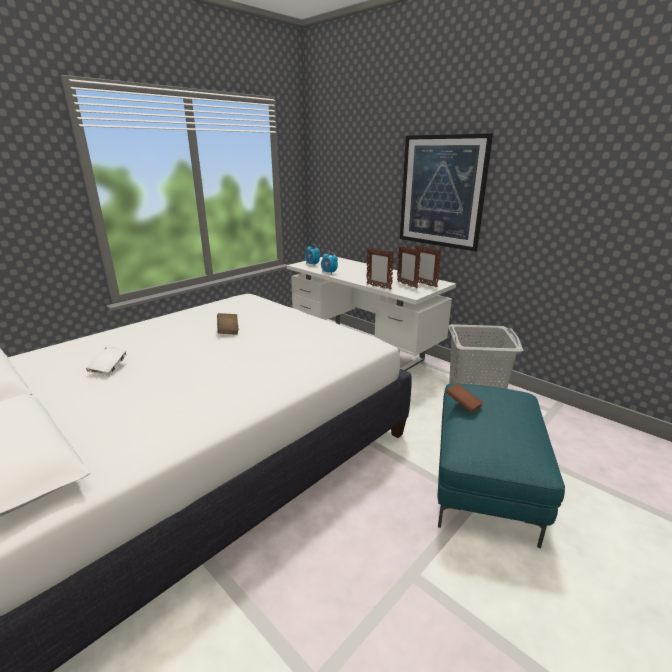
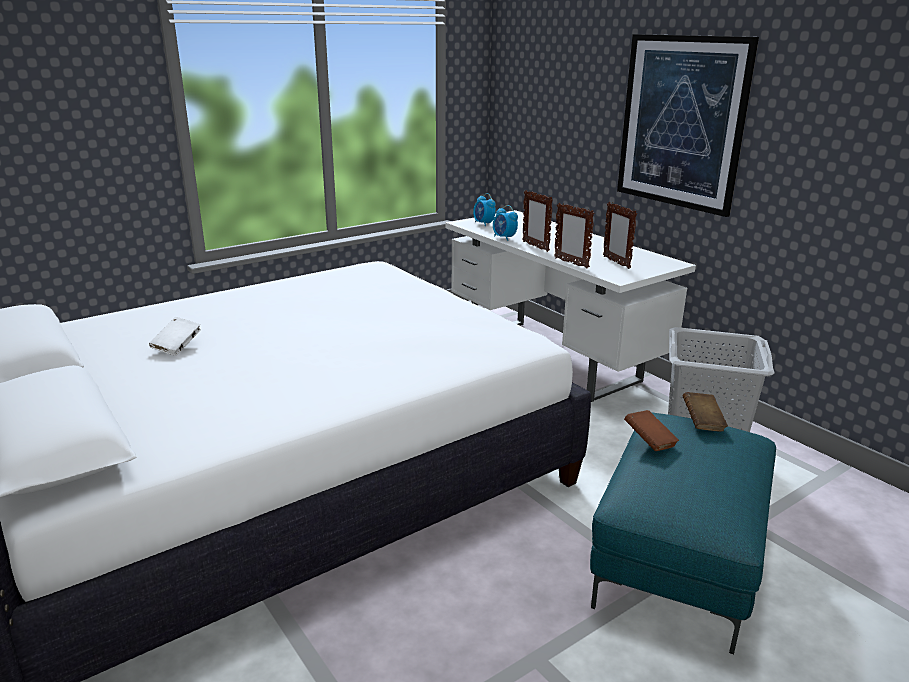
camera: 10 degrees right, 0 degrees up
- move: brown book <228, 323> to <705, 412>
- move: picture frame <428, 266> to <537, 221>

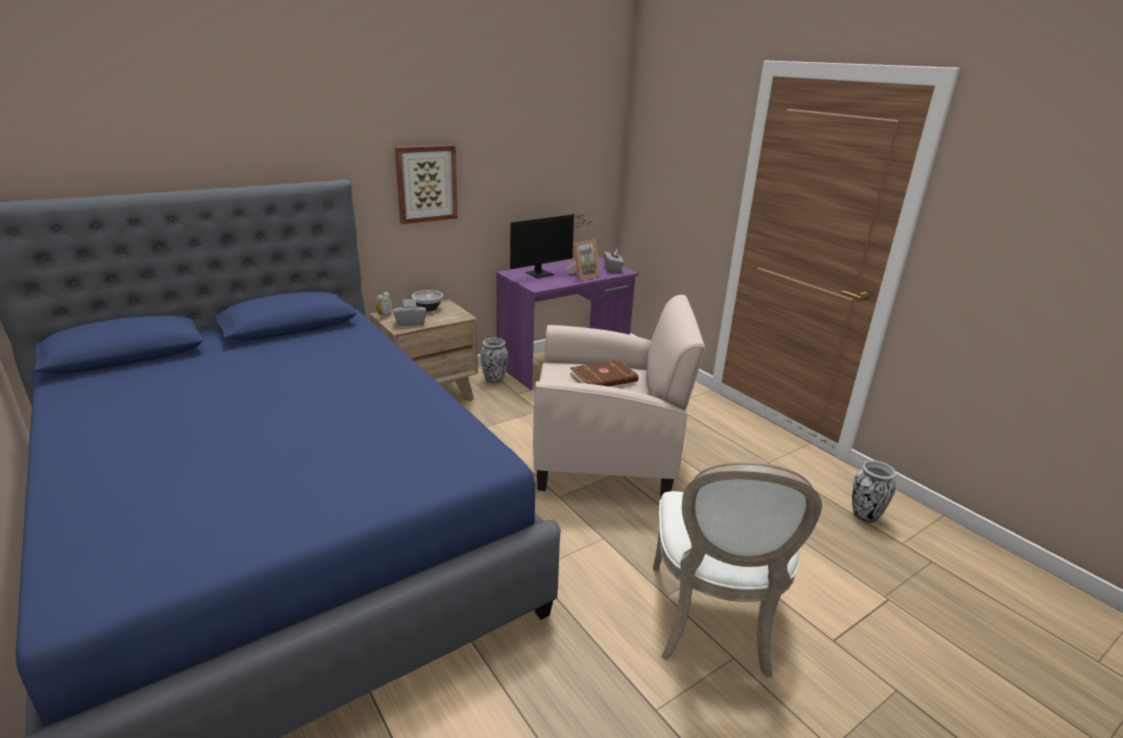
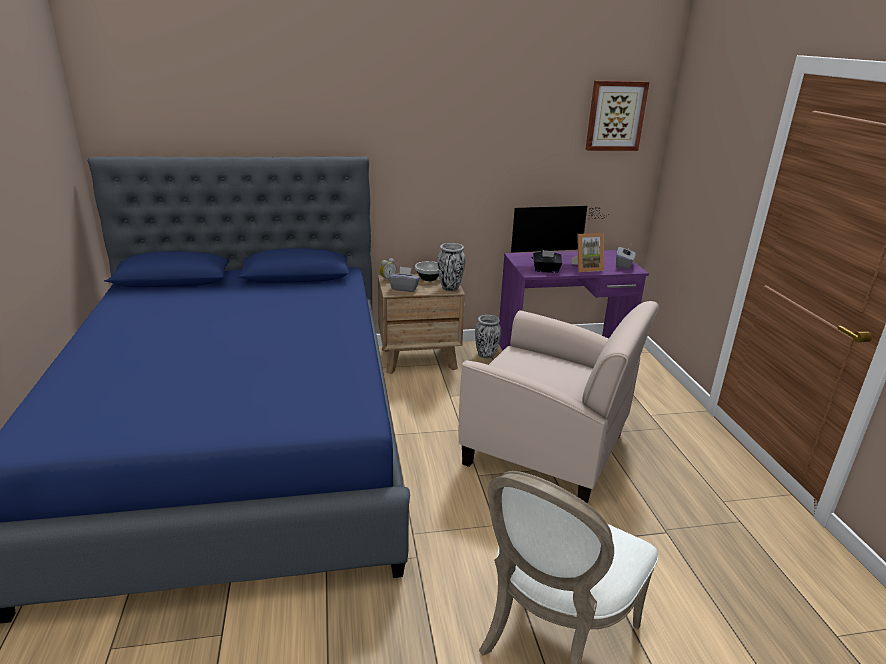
camera: 25 degrees right, 0 degrees up
- move: picture <426, 184> to <617, 116>
- delete: brown book <604, 372>
- move: vase <874, 491> to <451, 267>
- insert: black tissue box <547, 261>

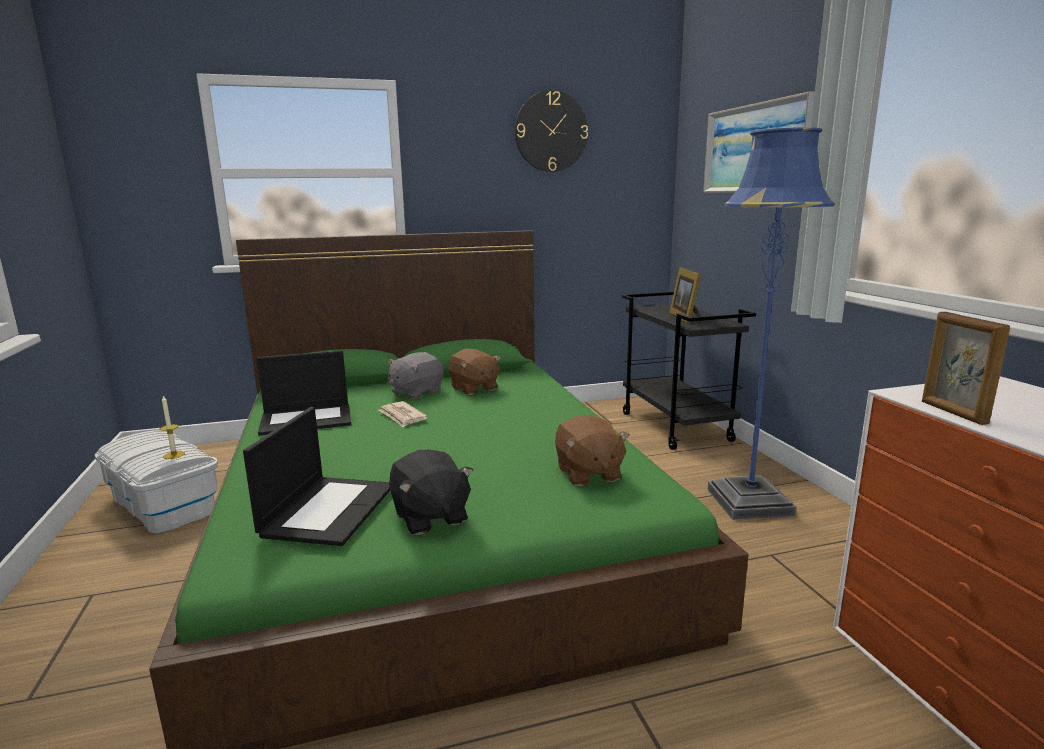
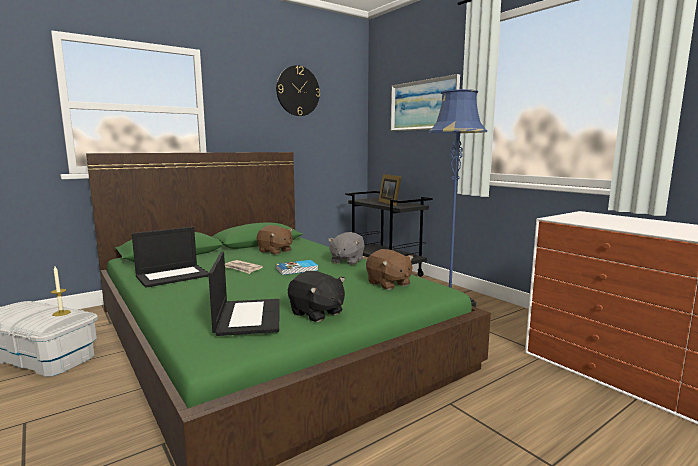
camera: 20 degrees left, 5 degrees down
- move: grey plush toy <415, 375> to <346, 248>
- delete: picture frame <966, 368>
- insert: book <297, 267>

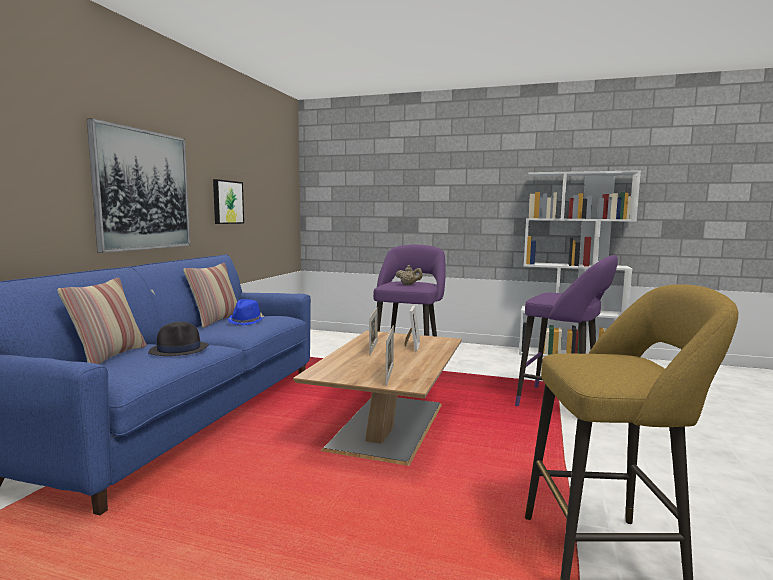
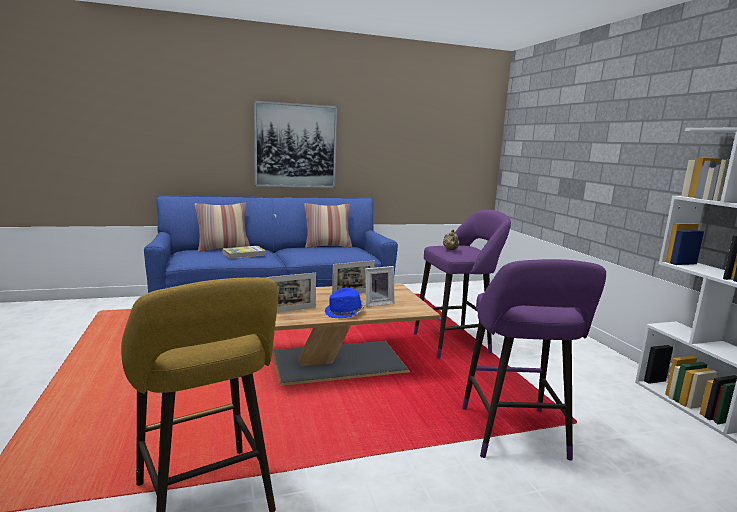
camera: 55 degrees right, 5 degrees up
- replace: black hat <178, 339> to book <244, 252>
- delete: picture <228, 201>
- move: blue hat <246, 312> to <345, 303>

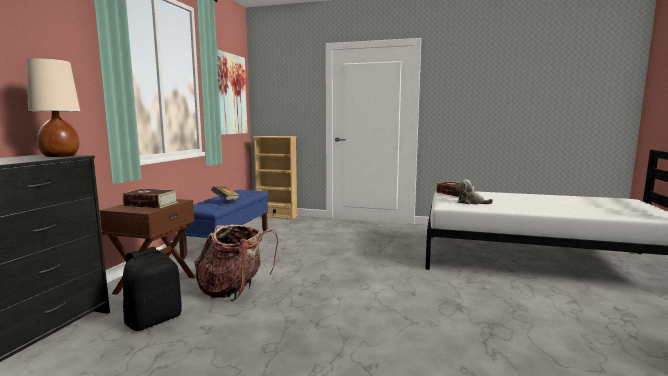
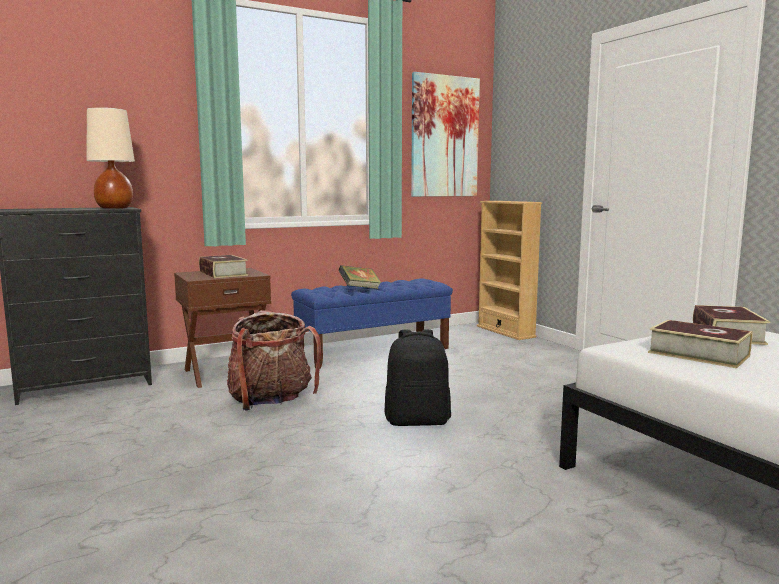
camera: 45 degrees right, 0 degrees up
- move: black backpack <152, 289> to <418, 377>
- replace: plush toy <475, 192> to book <700, 344>

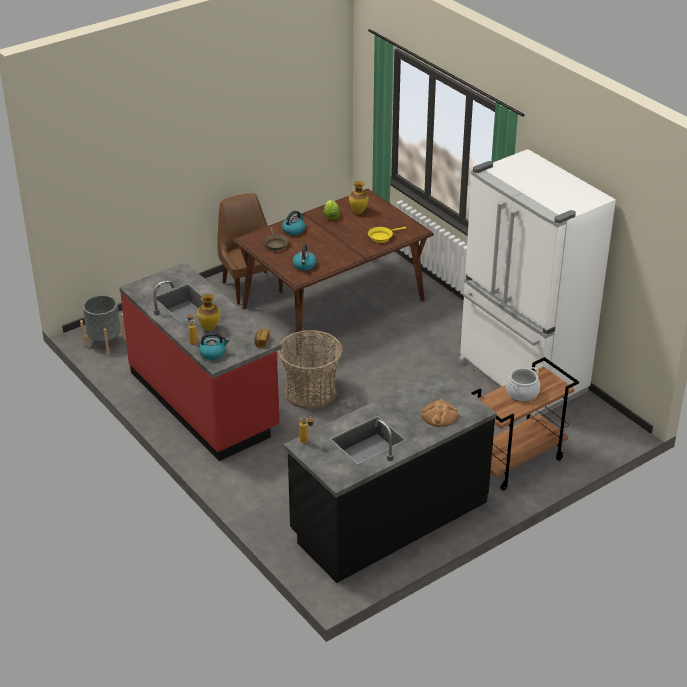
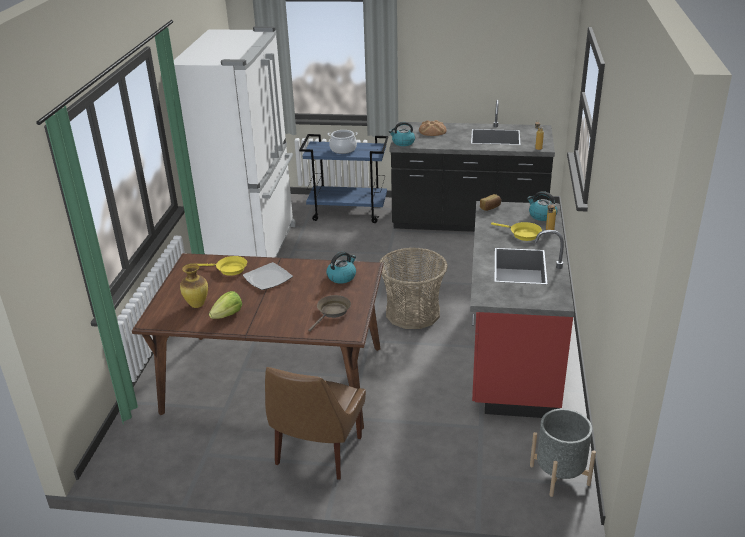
camera: 135 degrees left, 5 degrees down
- replace: vase <208, 312> to yellow frying pan <516, 231>
- move: kettle <293, 223> to <402, 134>
- recolor: brown cart <525, 424> to blue cart <343, 178>
- insert: plate <268, 276>

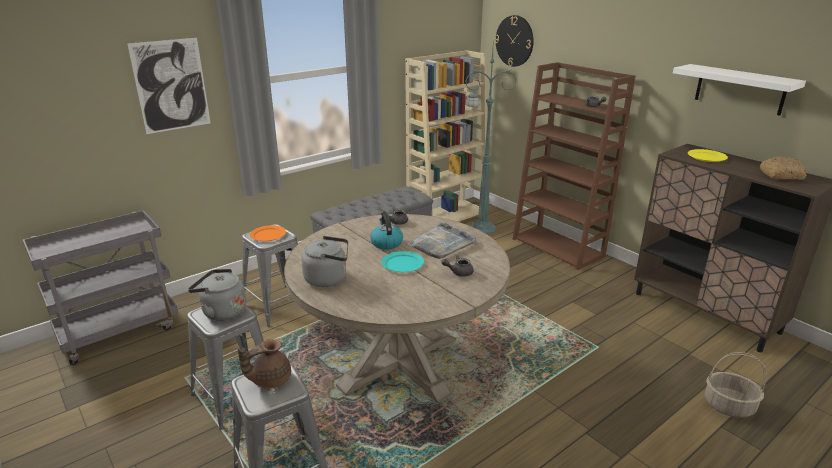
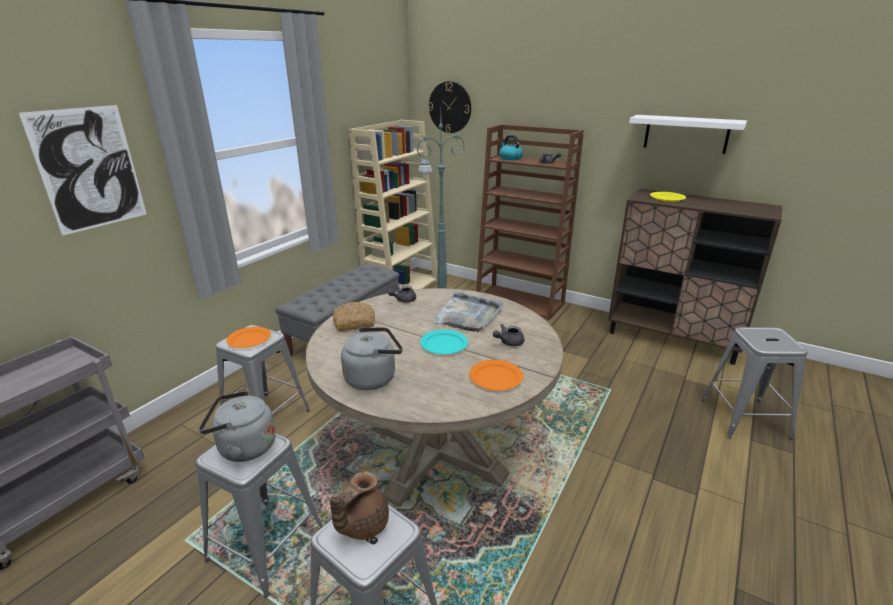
camera: 20 degrees left, 0 degrees up
- move: kettle <386, 232> to <511, 147>
- replace: basket <736, 385> to grey stool <754, 383>
- move: bread <783, 168> to <354, 316>
- insert: orange plate <496, 375>

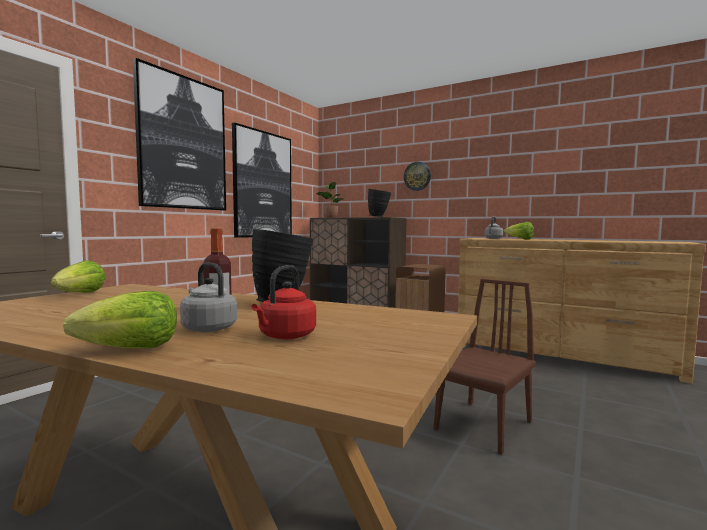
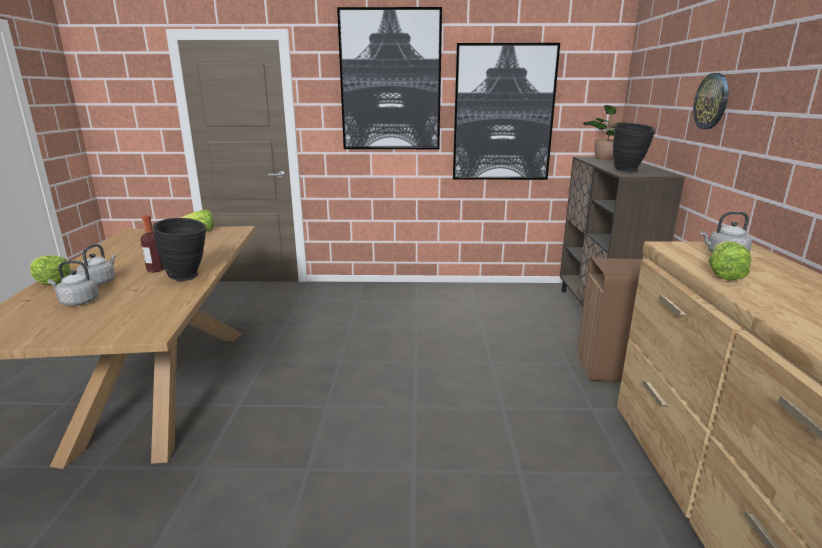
camera: 60 degrees right, 15 degrees up
- recolor: red kettle <284, 302> to grey kettle <73, 283>
- delete: brown chair <484, 367>

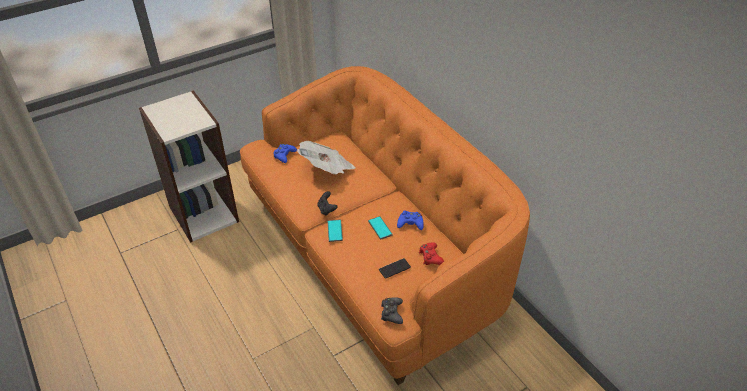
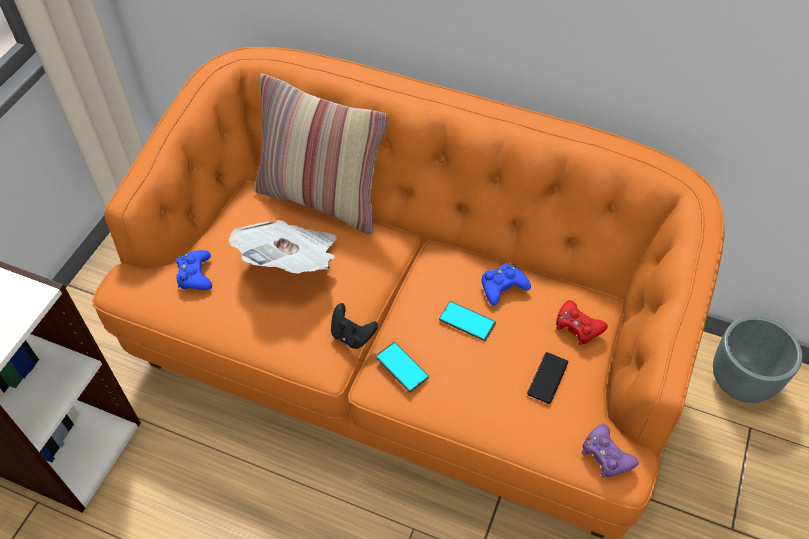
camera: 35 degrees left, 10 degrees up
- recolor: black game controller <392, 310> to purple game controller <610, 451>
- insert: pillow <321, 154>
- insert: grey planter <757, 359>

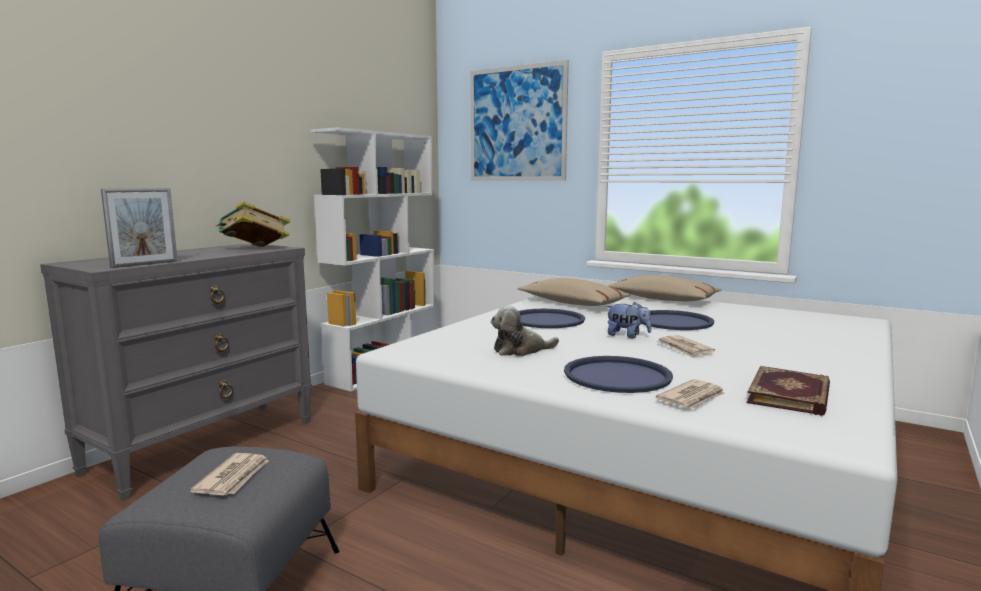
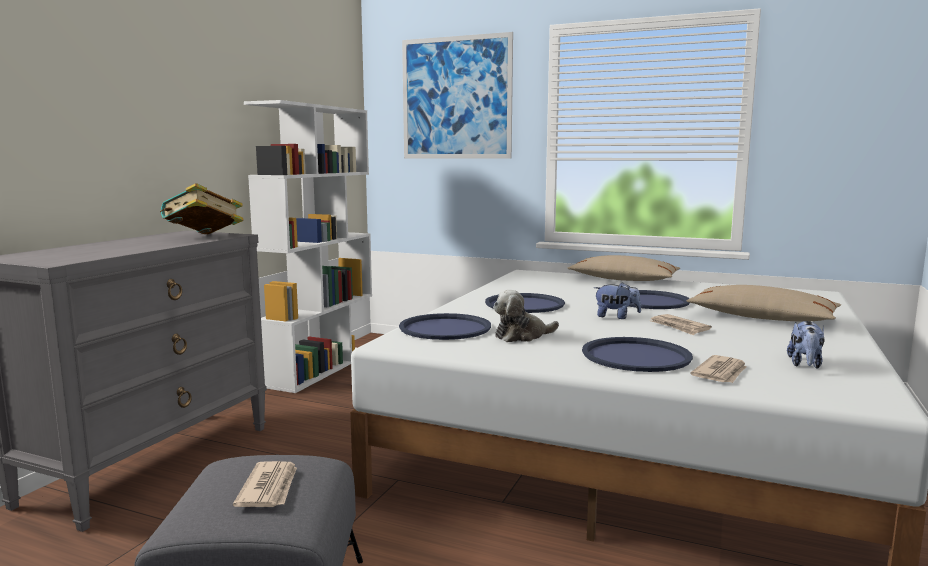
camera: 10 degrees left, 0 degrees up
- delete: picture frame <139, 228>
- move: beige pillow <574, 292> to <764, 303>
- replace: book <788, 391> to plush toy <806, 344>
- insert: blue tray <445, 326>

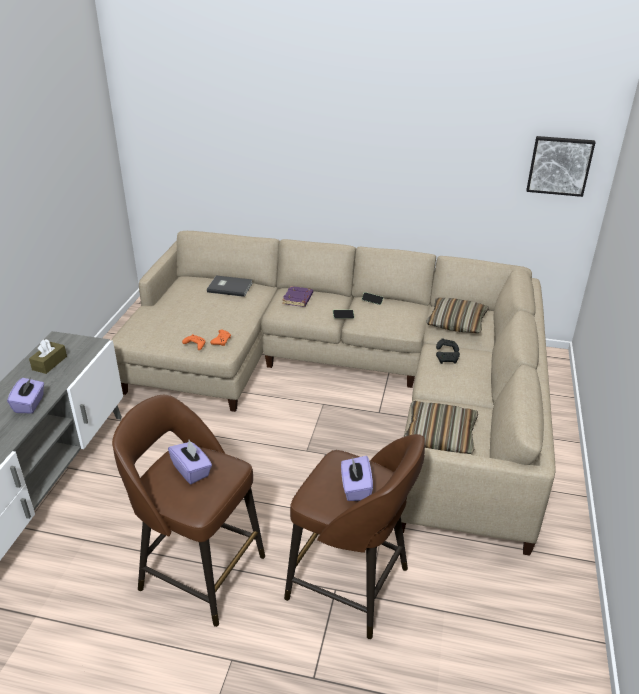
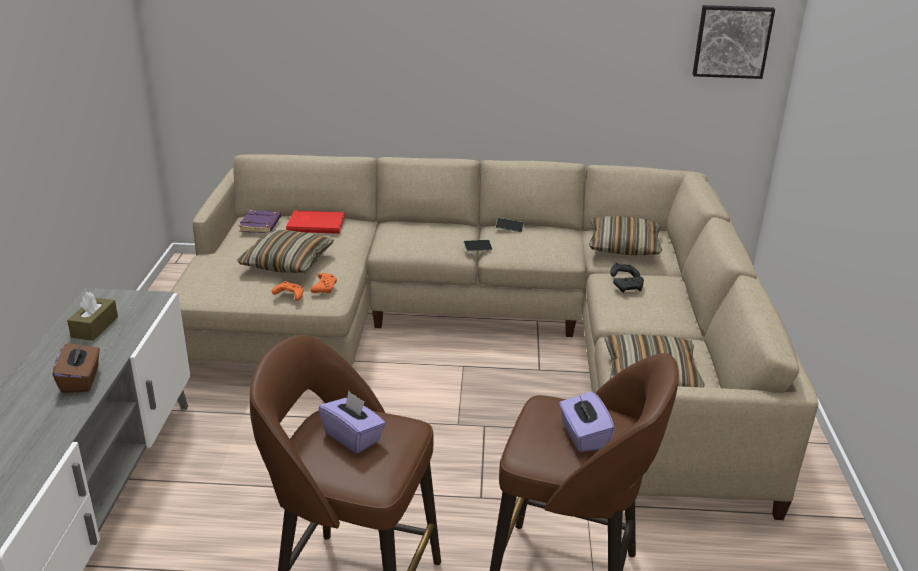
camera: 10 degrees left, 5 degrees down
- recolor: purple tissue box <25, 395> to brown tissue box <76, 366>
- recolor: grey book <229, 286> to red book <315, 222>
- move: purple book <297, 296> to <260, 221>
- insert: pillow <285, 251>

